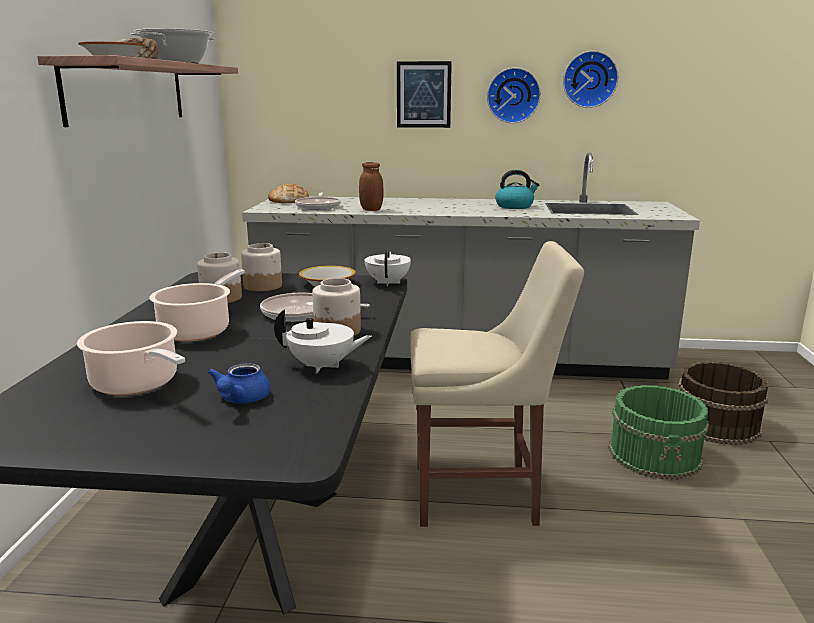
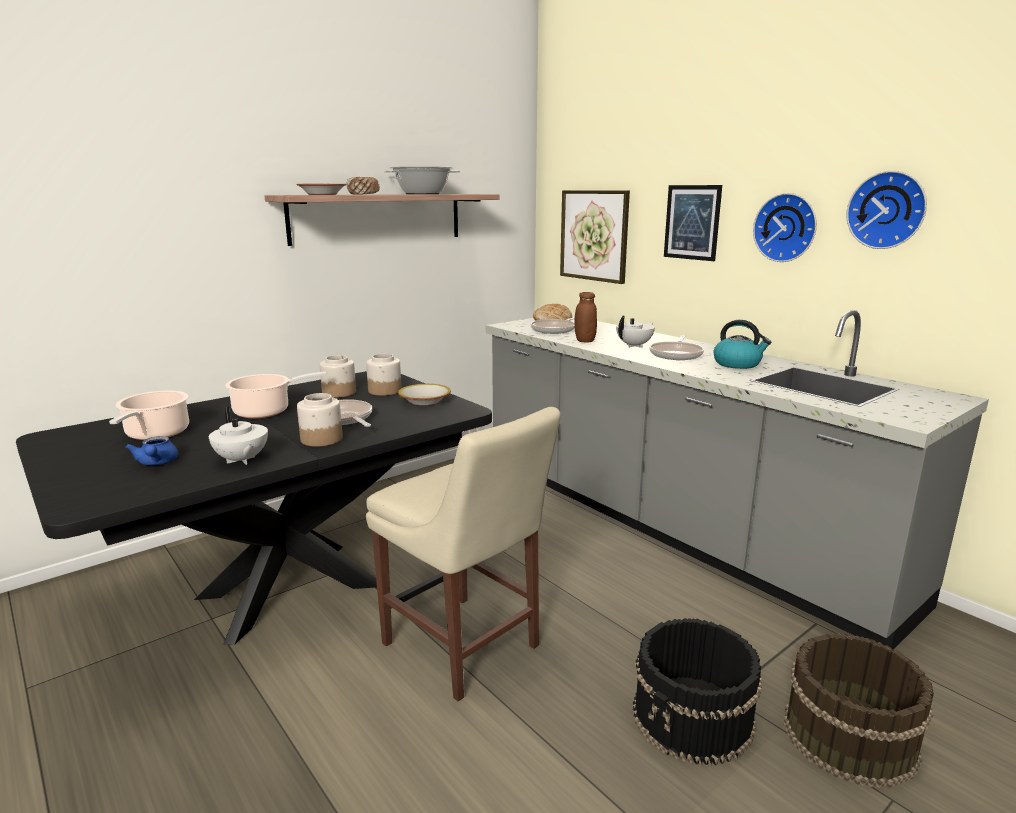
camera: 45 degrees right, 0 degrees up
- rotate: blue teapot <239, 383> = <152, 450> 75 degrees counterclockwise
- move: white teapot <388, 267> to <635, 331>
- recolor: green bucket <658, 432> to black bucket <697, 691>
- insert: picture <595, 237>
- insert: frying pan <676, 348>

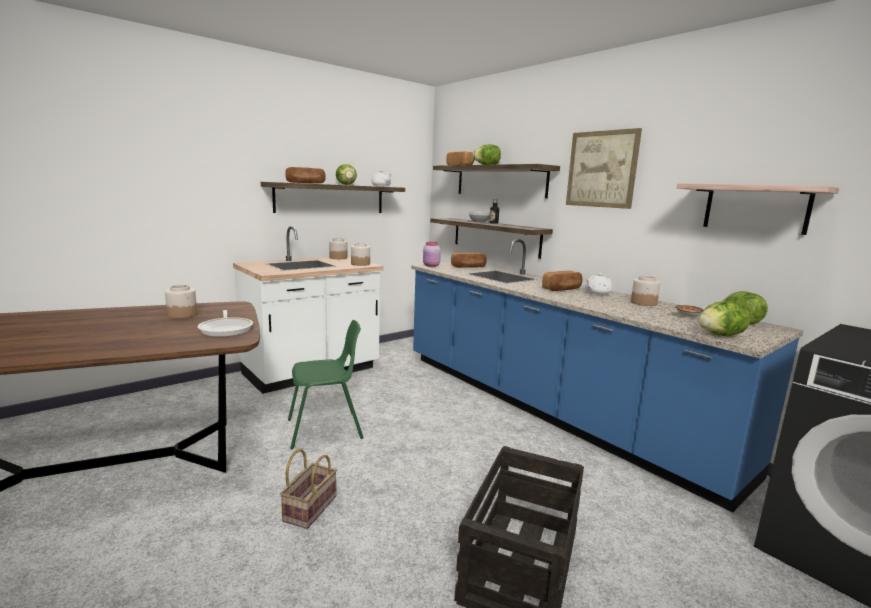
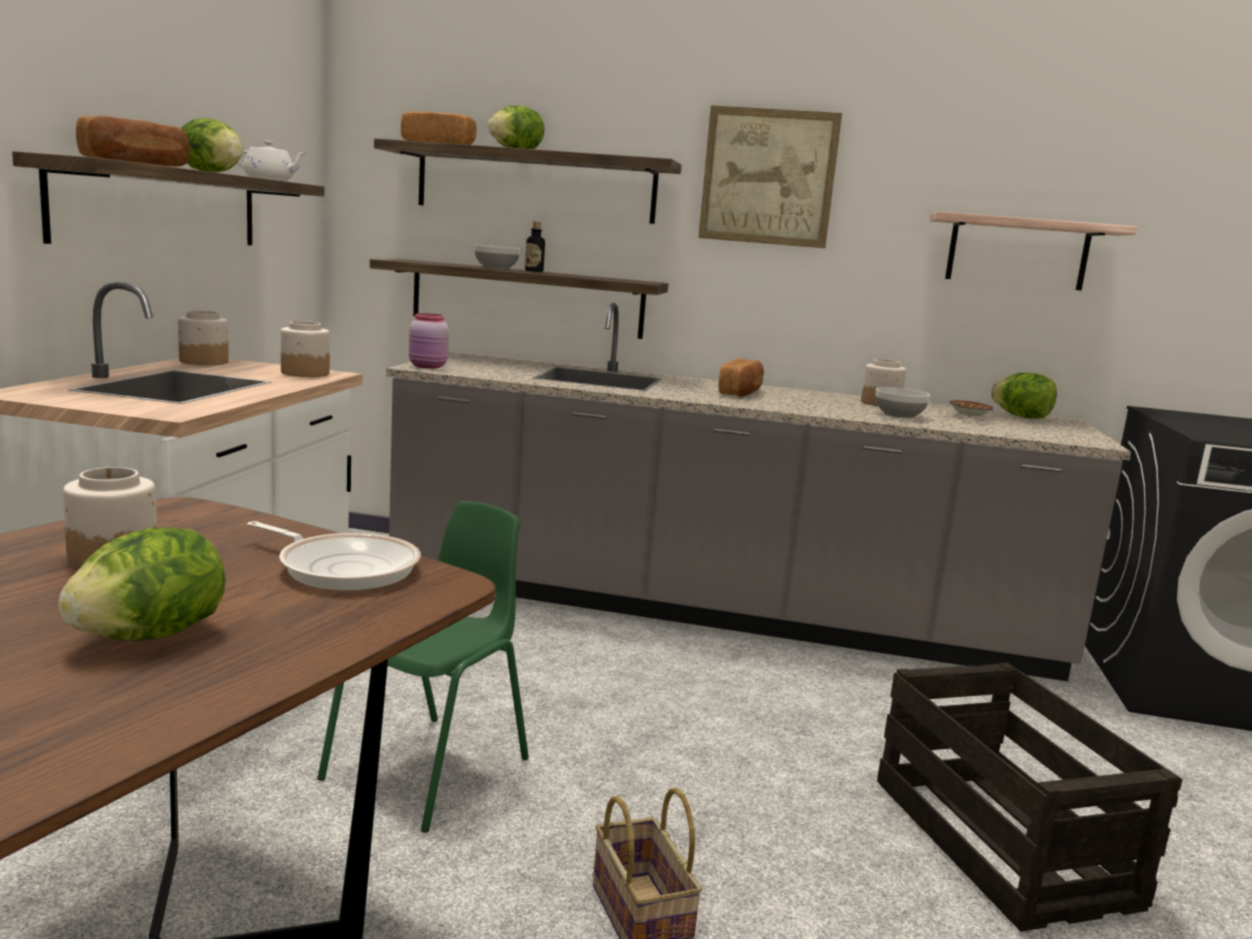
camera: 40 degrees left, 0 degrees up
- recolor: blue counter <607, 375> to grey counter <758, 492>
- delete: bread <469, 260>
- delete: white teapot <598, 284>
- move: lettuce <724, 318> to <142, 584>
- insert: bowl <903, 403>

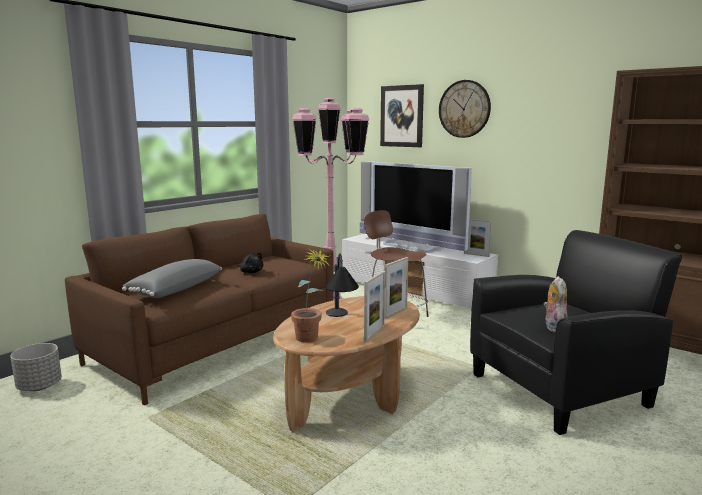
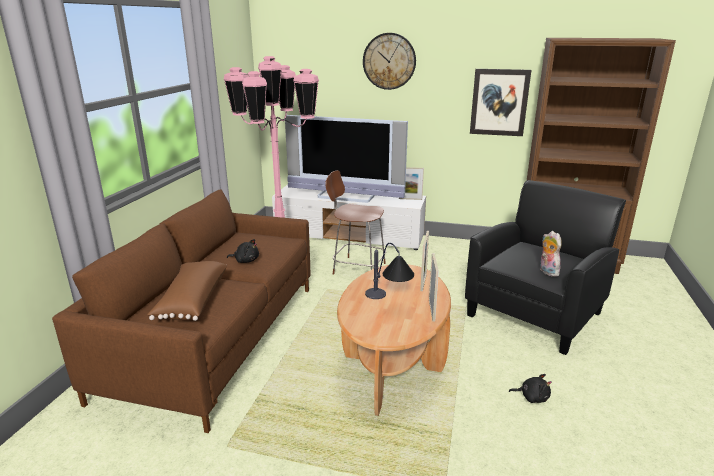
camera: 25 degrees left, 10 degrees up
- delete: grey planter <36, 367>
- recolor: grey pillow <172, 278> to brown pillow <187, 291>
- delete: potted plant <311, 295>
- move: picture <402, 115> to <500, 102>
- insert: black plush toy <530, 388>

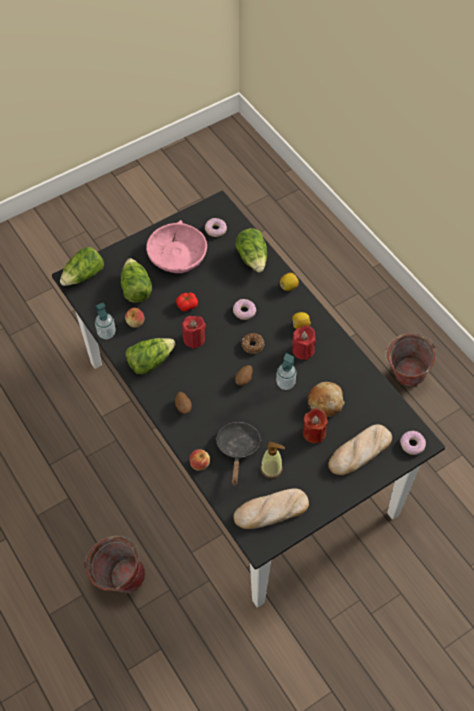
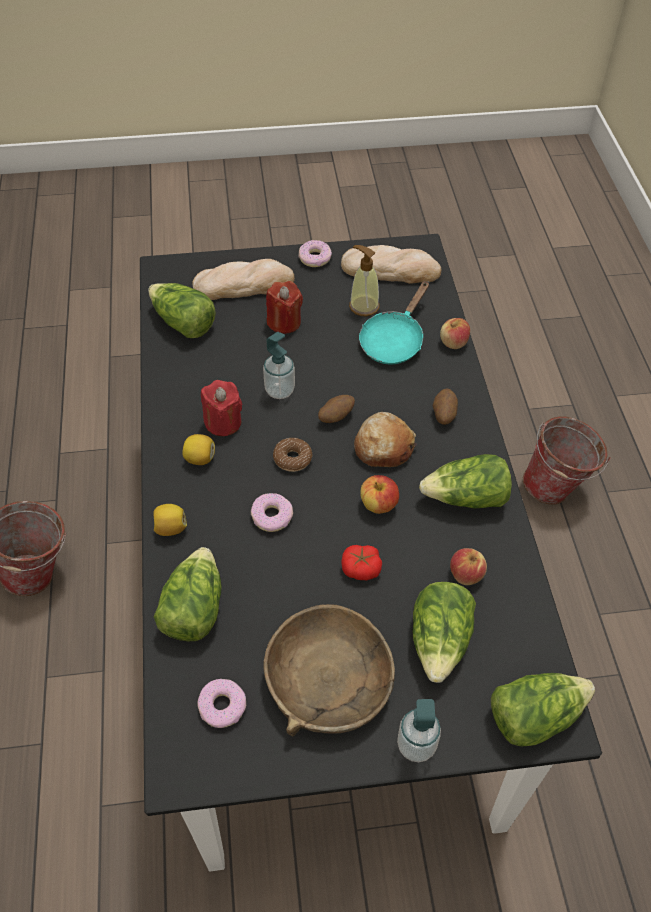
camera: 155 degrees left, 5 degrees down
- move: soap dispenser <105, 321> to <419, 730>
- recolor: pink bowl <176, 246> to brown bowl <329, 670>
- replace: red candle <194, 332> to apple <379, 494>
- recolor: black frying pan <238, 454> to turquoise frying pan <394, 322>
- move: bread <326, 399> to <385, 439>
- move: donut <413, 443> to <315, 253>
- insert: lettuce <182, 310>

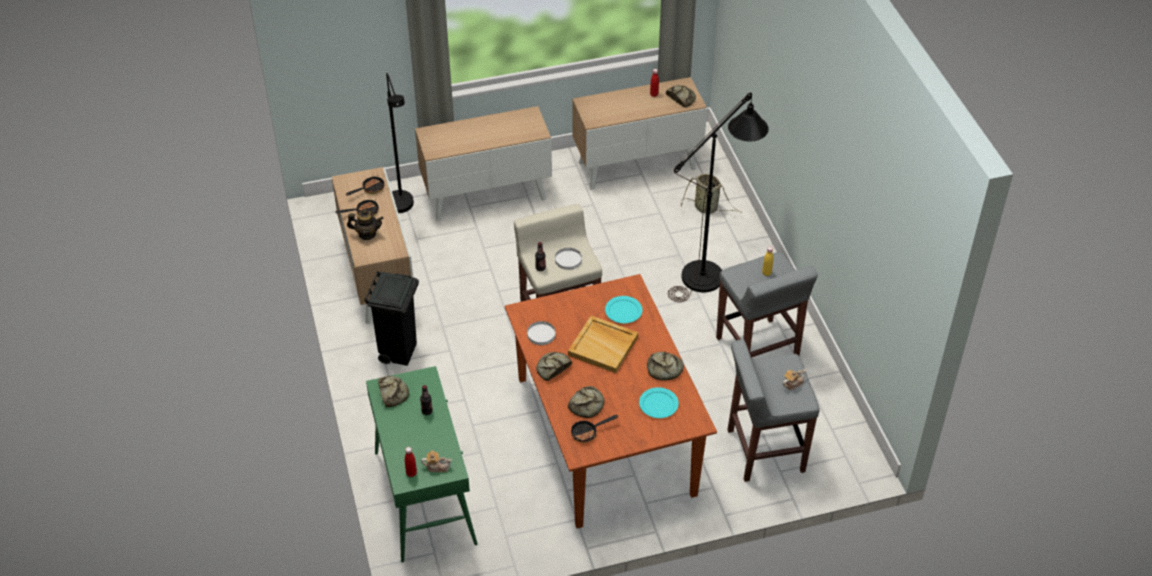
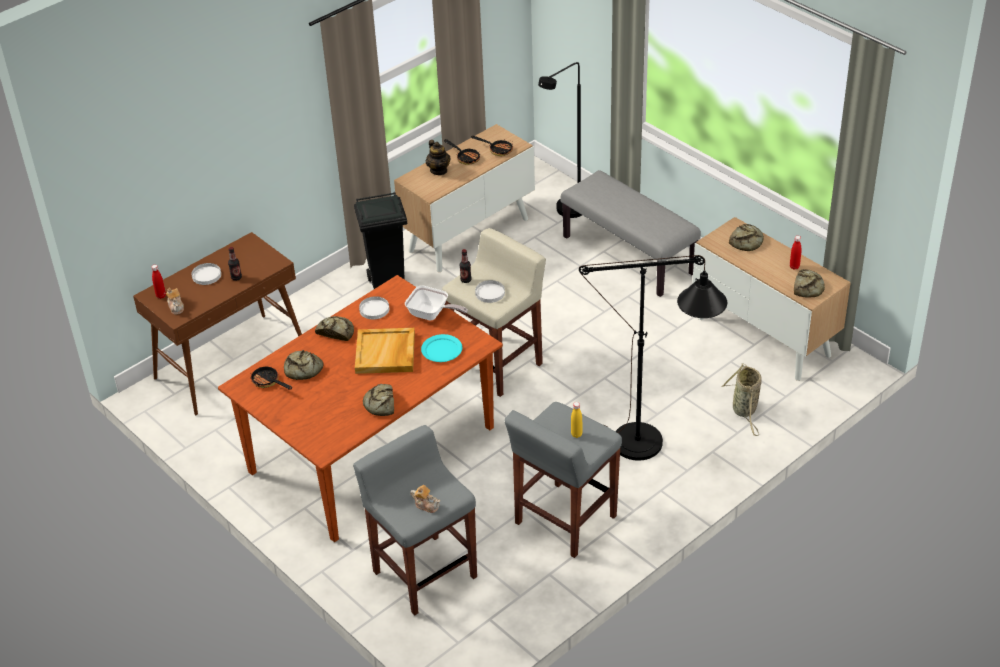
camera: 65 degrees right, 5 degrees down
- recolor: green console table <421, 464> to brown console table <217, 323>
- move: bread <393, 391> to <746, 237>
- replace: cabinet <483, 163> to grey bench <630, 233>
- delete: turquoise plate <659, 402>
- insert: white plate <206, 274>
- insert: frying pan <436, 303>

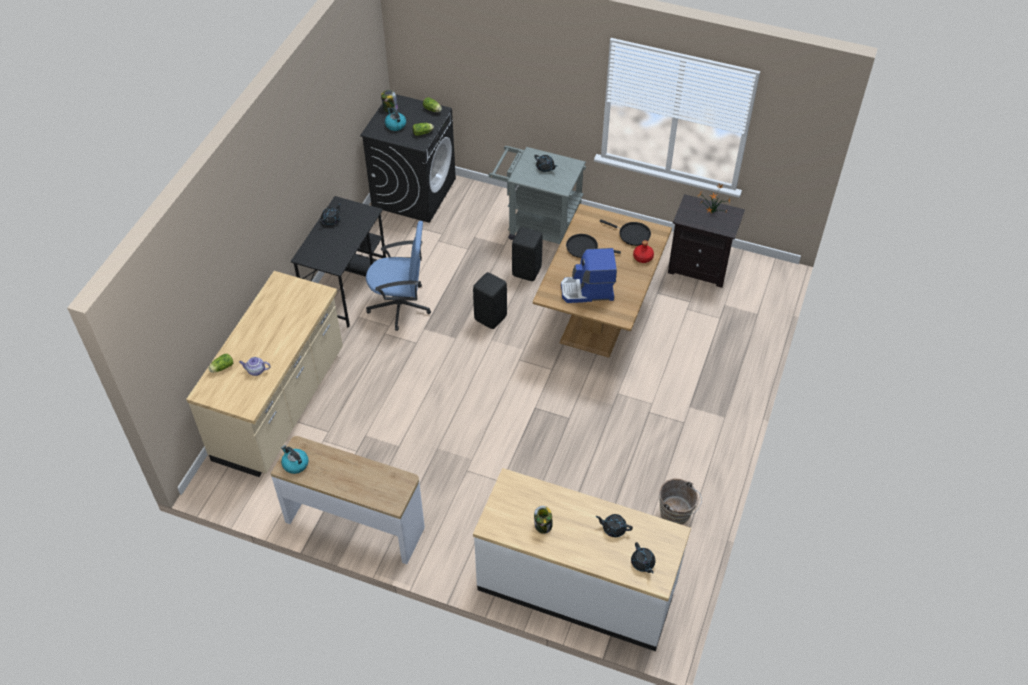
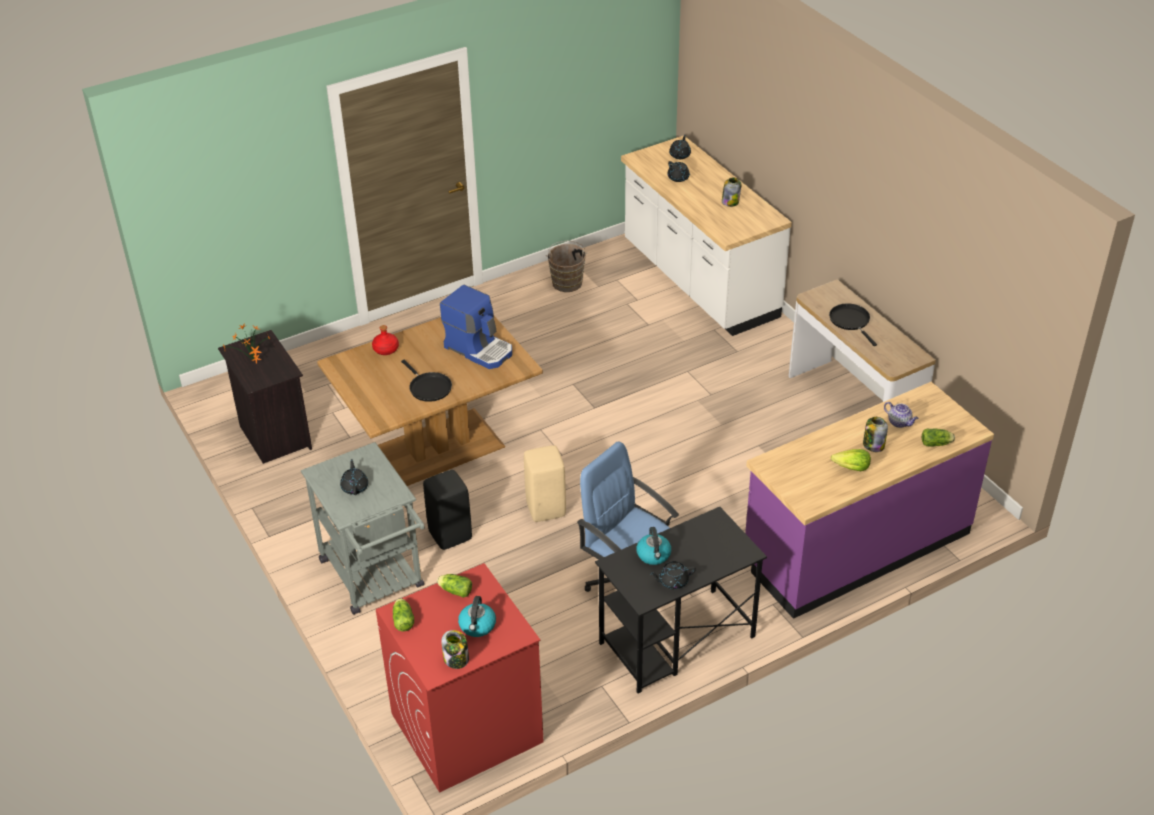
camera: 140 degrees left, 10 degrees down
- recolor: beige counter <264, 374> to purple counter <869, 500>
- move: kettle <295, 459> to <653, 546>
- recolor: black washing machine <408, 158> to red washing machine <460, 678>
- recolor: black stool <490, 300> to beige stool <545, 483>
- move: black frying pan <625, 233> to <853, 324>
- insert: lettuce <850, 460>
- insert: jar <875, 434>

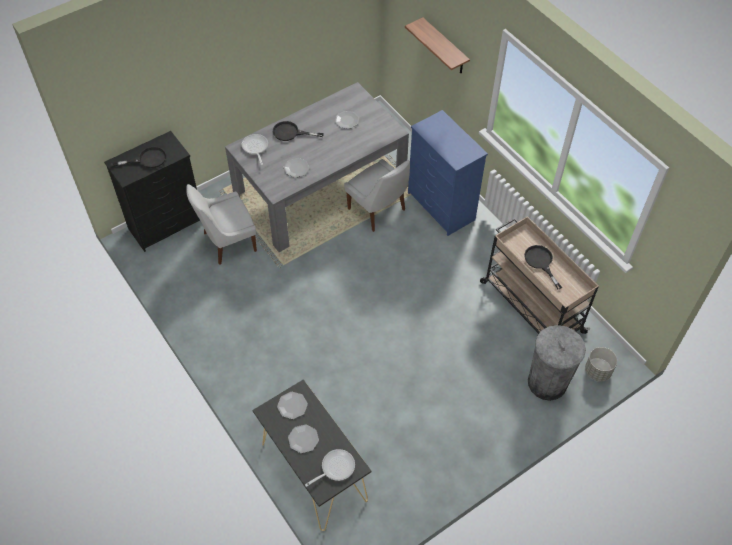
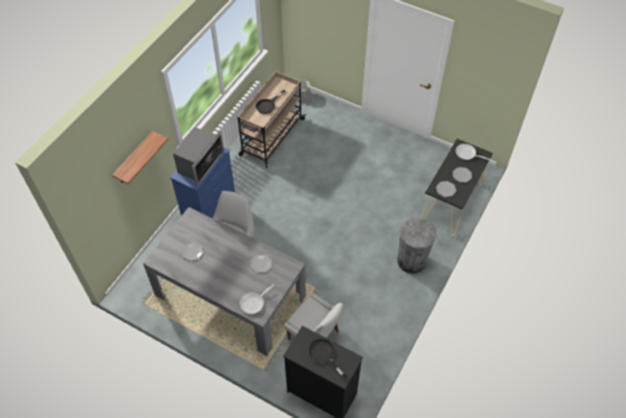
camera: 115 degrees left, 0 degrees up
- delete: black frying pan <298, 131>
- move: grey trash can <557, 363> to <417, 246>
- insert: microwave <198, 157>

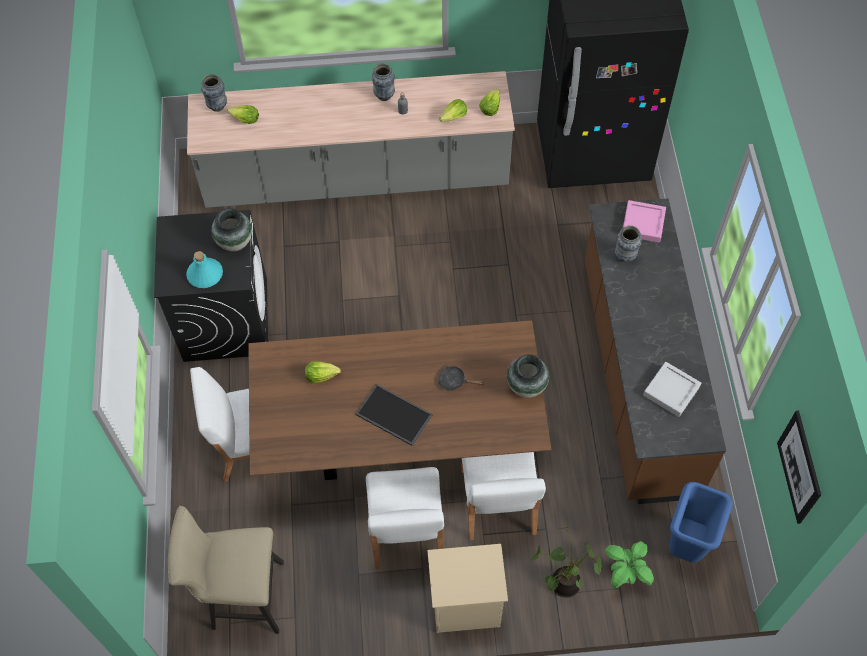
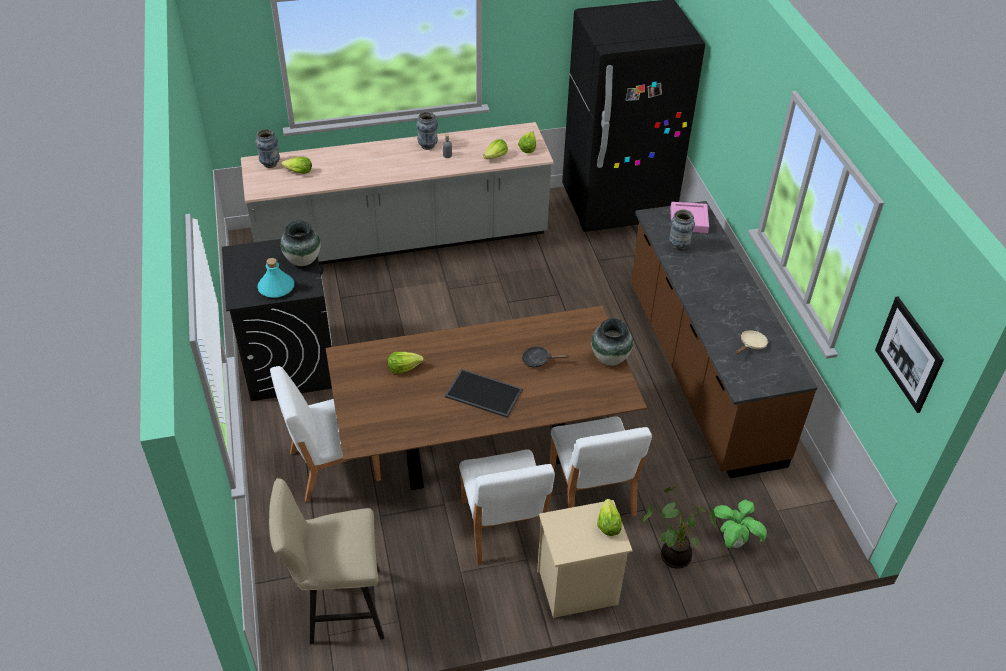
camera: 10 degrees left, 15 degrees down
- replace: grey tray <672, 389> to beige frying pan <751, 342>
- delete: blue trash can <701, 522>
- insert: lettuce <609, 517>

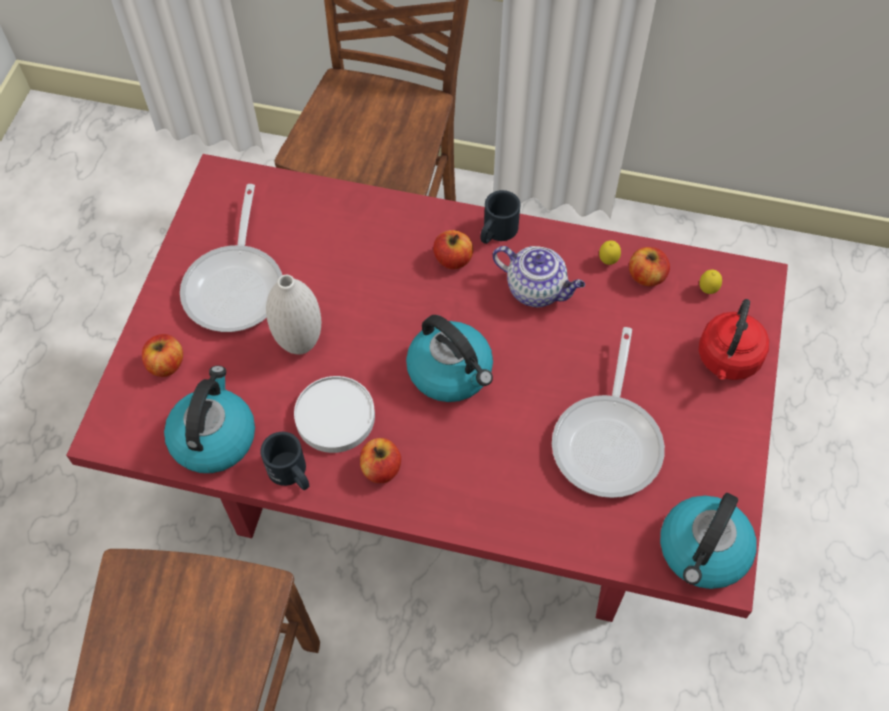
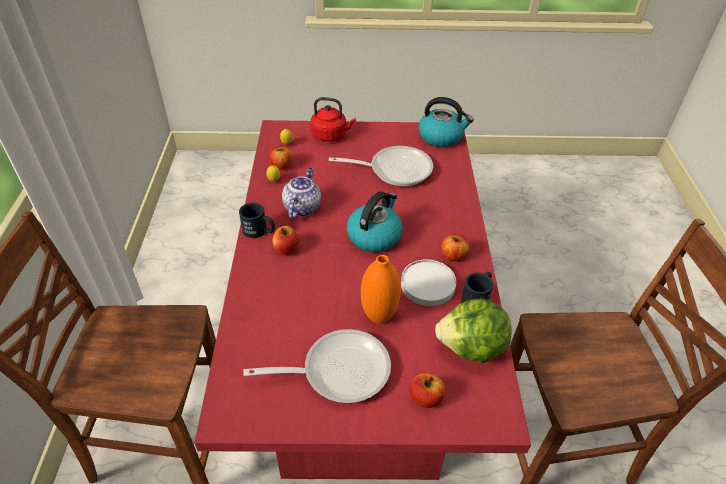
camera: 105 degrees left, 15 degrees down
- replace: kettle <209, 419> to lettuce <473, 331>
- recolor: white vase <293, 314> to orange vase <381, 289>

